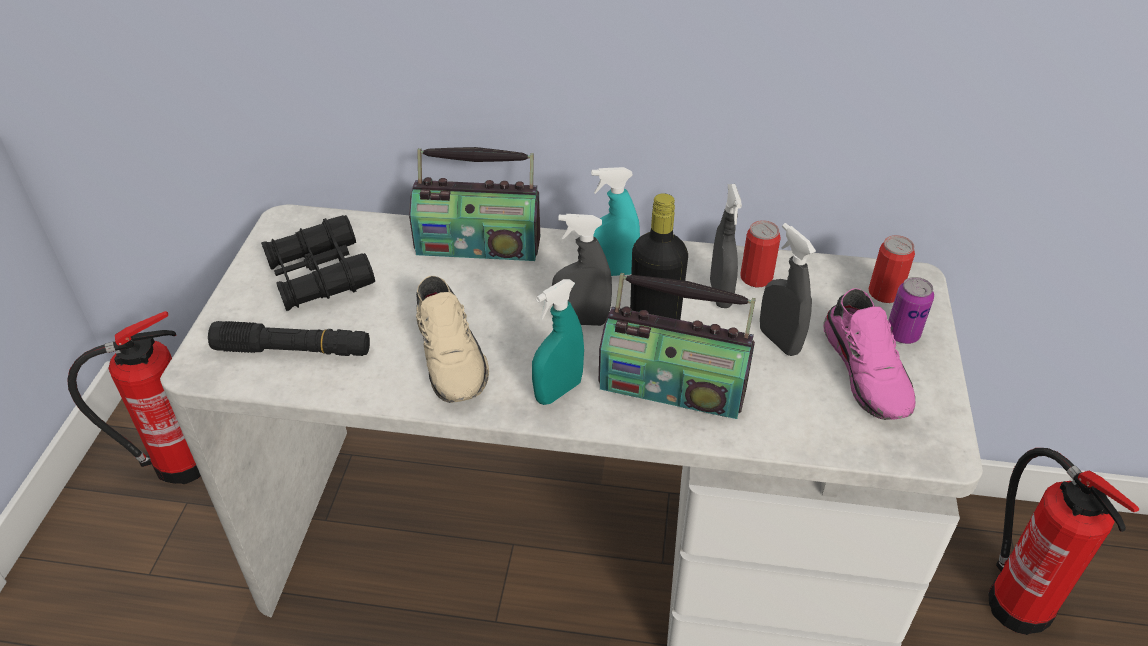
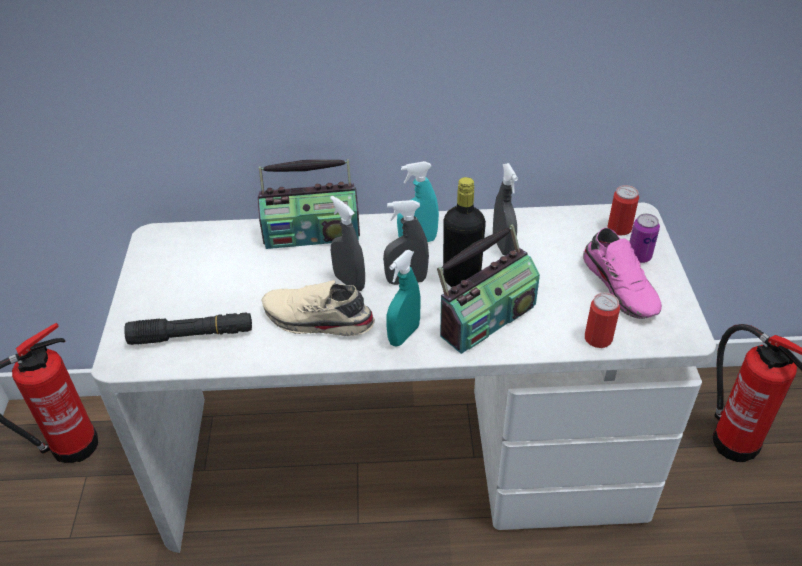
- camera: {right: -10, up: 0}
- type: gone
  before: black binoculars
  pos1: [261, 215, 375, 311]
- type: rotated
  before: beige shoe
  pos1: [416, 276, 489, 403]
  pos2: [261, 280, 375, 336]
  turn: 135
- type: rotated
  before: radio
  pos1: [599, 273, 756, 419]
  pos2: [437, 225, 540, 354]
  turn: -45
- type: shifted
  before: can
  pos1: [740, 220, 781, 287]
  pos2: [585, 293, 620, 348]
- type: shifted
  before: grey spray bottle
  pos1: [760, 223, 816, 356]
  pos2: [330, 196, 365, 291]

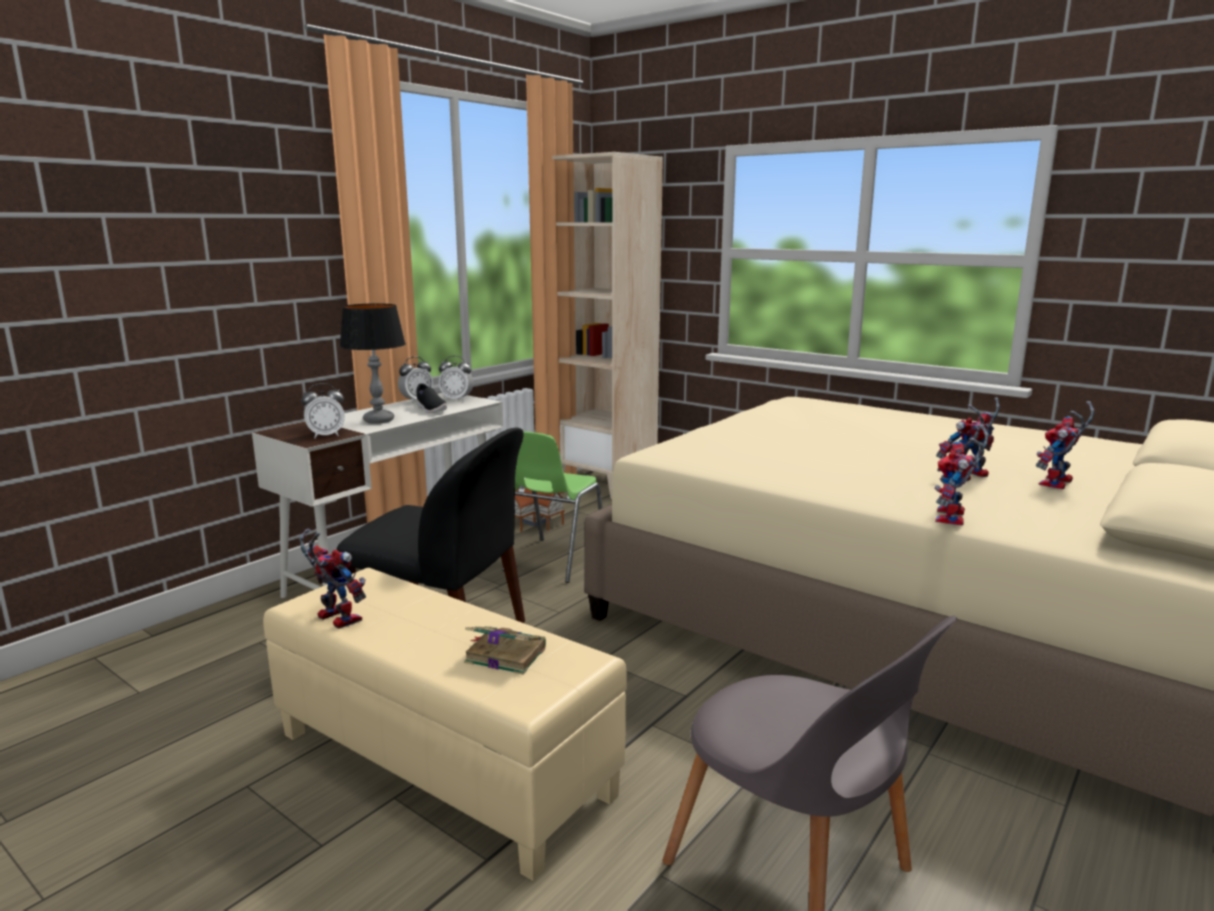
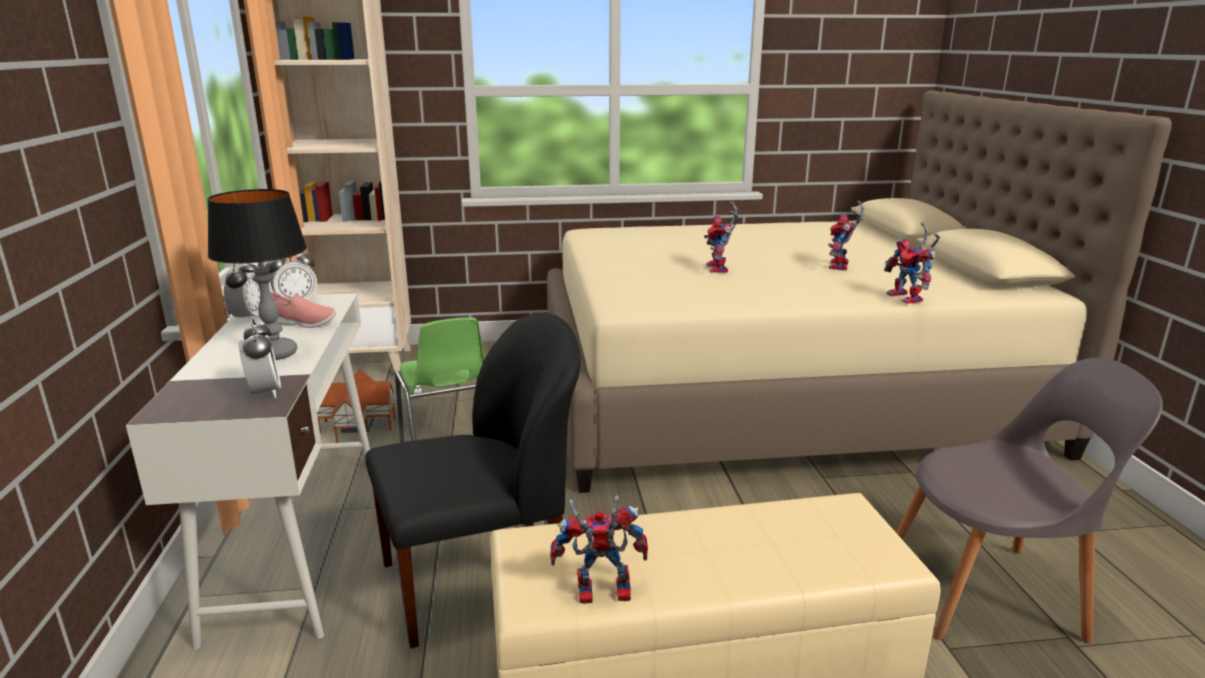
- camera: {right: -45, up: 5}
- type: rotated
  before: alarm clock
  pos1: [301, 383, 345, 439]
  pos2: [239, 318, 281, 398]
  turn: -45
- type: repainted
  before: black shoe
  after: pink shoe
  pos1: [416, 383, 447, 413]
  pos2: [270, 292, 336, 328]
- type: gone
  before: book
  pos1: [464, 626, 546, 675]
- type: shifted
  before: toy robot
  pos1: [1036, 401, 1095, 489]
  pos2: [704, 202, 738, 273]

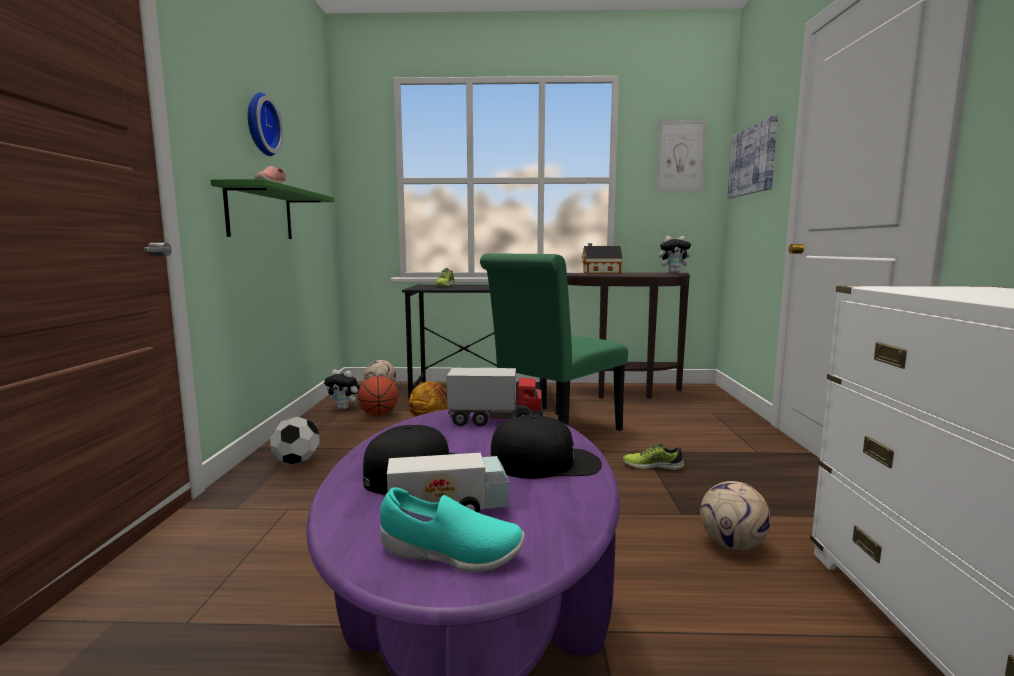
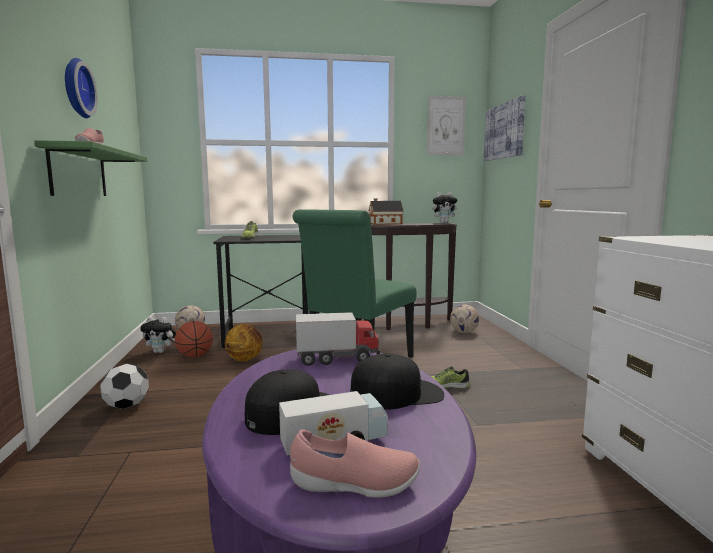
- camera: {right: -10, up: 0}
- type: repainted
  before: turquoise shoe
  after: pink shoe
  pos1: [380, 487, 525, 572]
  pos2: [290, 430, 420, 498]
- type: shifted
  before: football
  pos1: [700, 481, 771, 550]
  pos2: [450, 305, 479, 333]

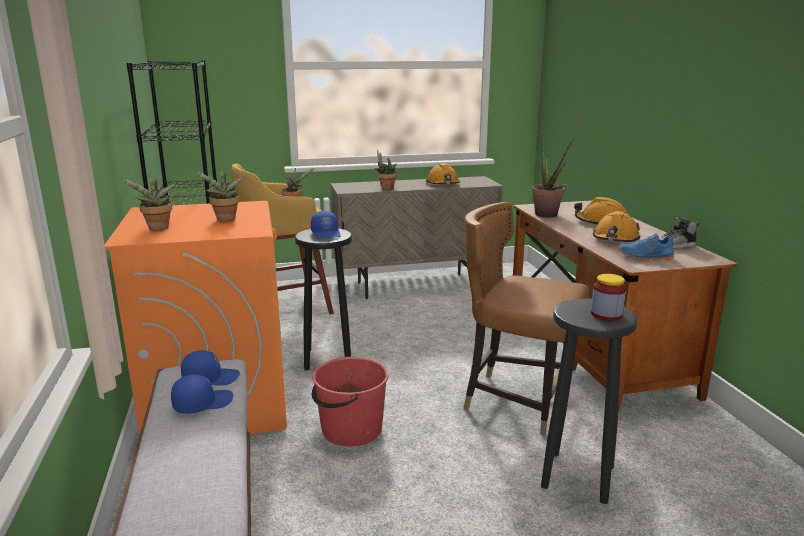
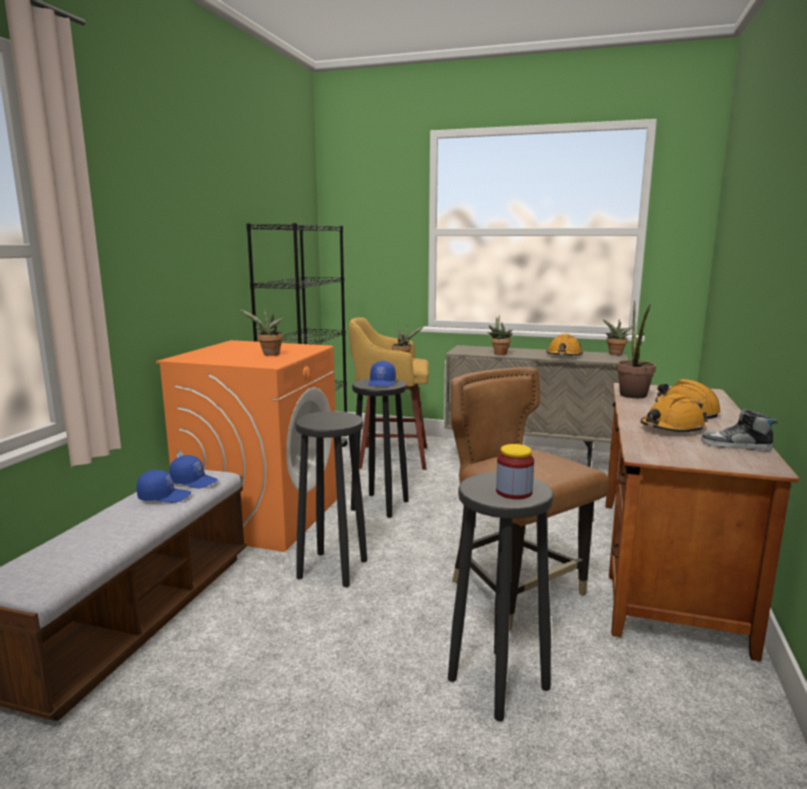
- camera: {right: 30, up: -5}
- type: shifted
  before: potted plant
  pos1: [121, 175, 176, 230]
  pos2: [603, 319, 632, 355]
- type: swapped
  before: red bucket
  after: black stool
  pos1: [312, 357, 388, 447]
  pos2: [295, 411, 367, 587]
- type: gone
  before: blue shoe
  pos1: [619, 233, 676, 261]

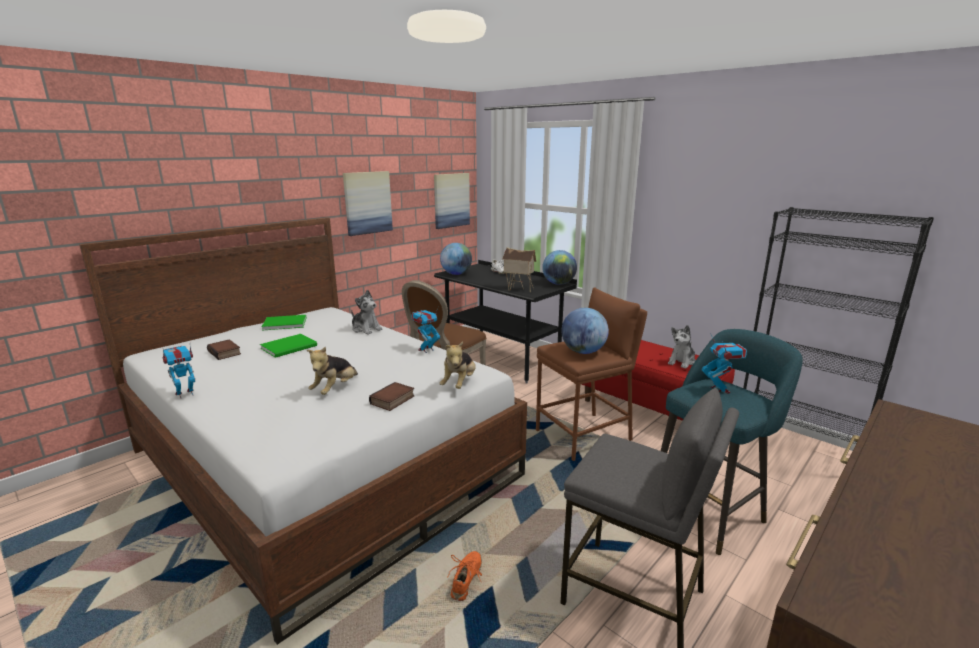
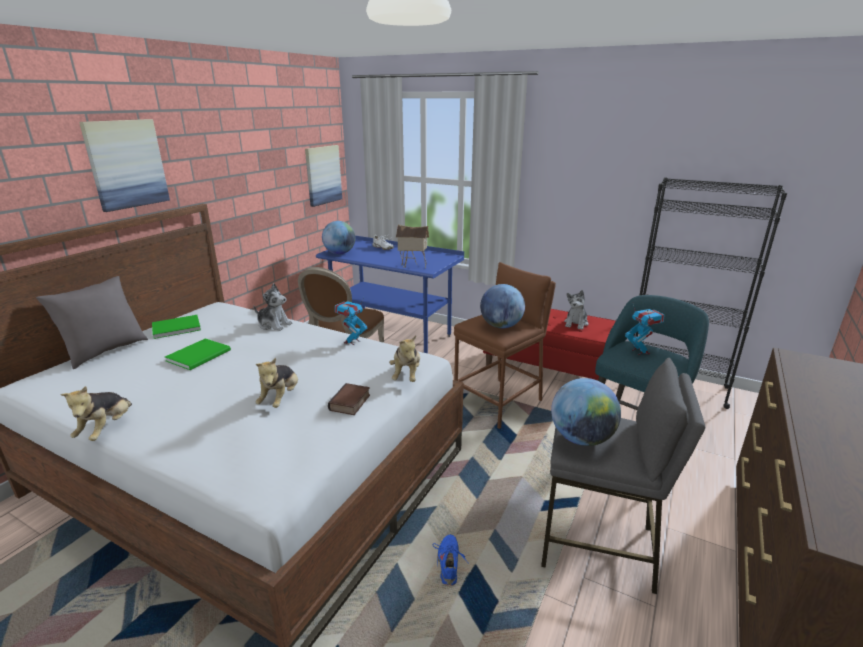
- camera: {right: -15, up: 5}
- type: swapped
  before: toy robot
  after: plush toy
  pos1: [163, 346, 195, 398]
  pos2: [61, 386, 132, 441]
- type: gone
  before: book
  pos1: [207, 339, 241, 360]
- type: shifted
  before: picture
  pos1: [343, 171, 393, 236]
  pos2: [79, 119, 170, 212]
- type: repainted
  before: black desk
  after: blue desk
  pos1: [434, 260, 577, 384]
  pos2: [316, 236, 464, 353]
- type: repainted
  before: orange shoe
  after: blue shoe
  pos1: [447, 551, 482, 601]
  pos2: [432, 534, 469, 586]
- type: shifted
  before: globe
  pos1: [542, 250, 577, 285]
  pos2: [551, 378, 621, 446]
- type: new
  after: grey pillow
  pos2: [36, 276, 148, 369]

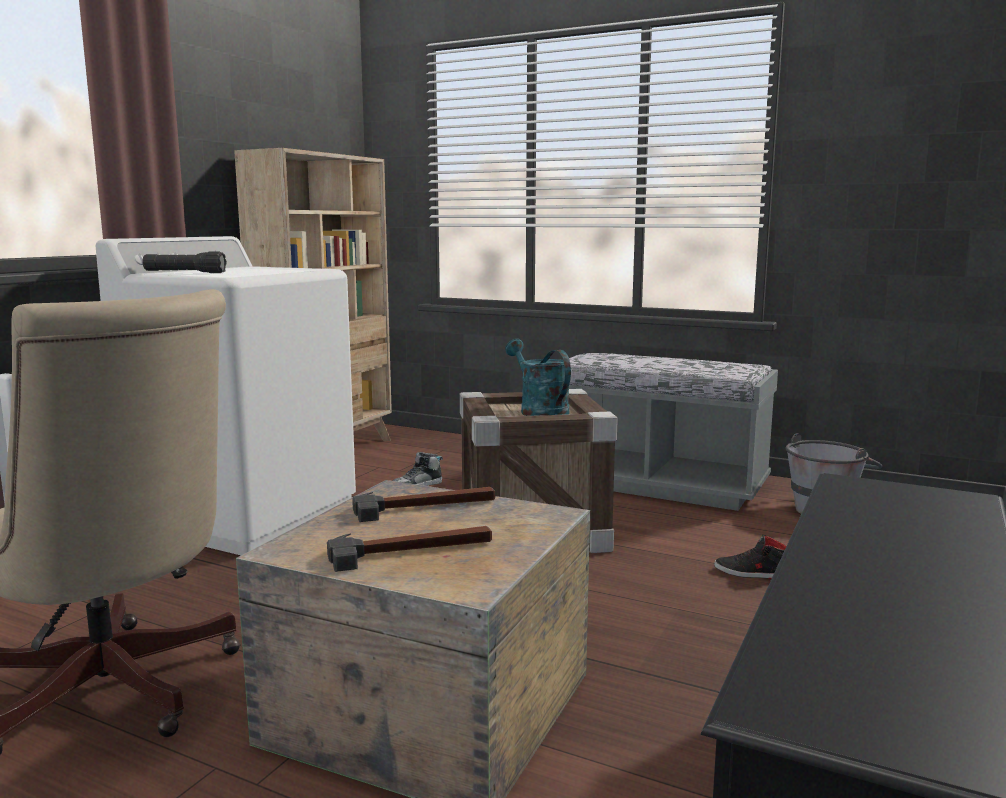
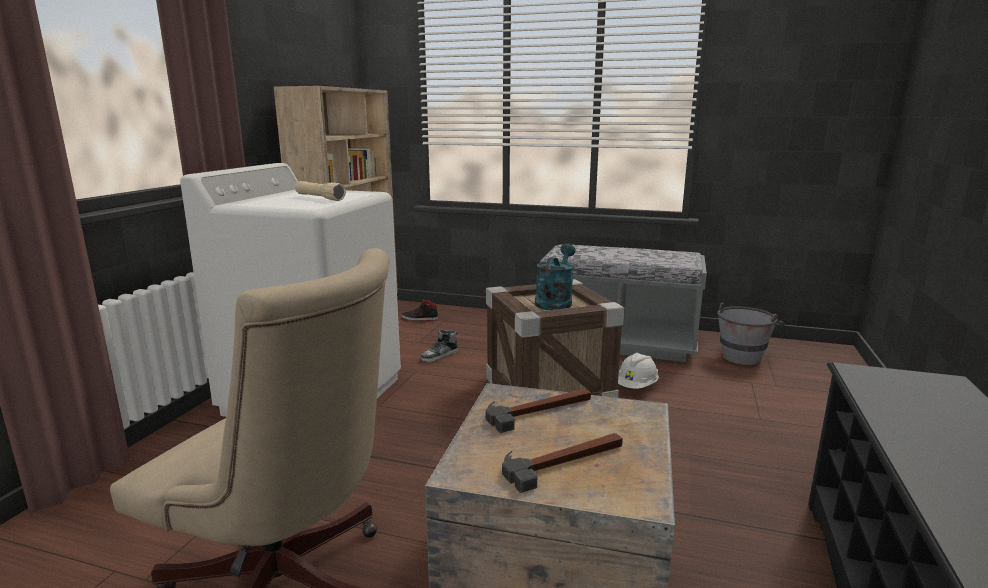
- camera: {right: -10, up: 5}
- type: gone
  before: black flashlight
  pos1: [143, 252, 227, 273]
- type: rotated
  before: turquoise watering can
  pos1: [505, 339, 571, 416]
  pos2: [535, 244, 576, 310]
  turn: 60
- type: shifted
  before: black shoe
  pos1: [714, 534, 786, 579]
  pos2: [402, 299, 438, 321]
- type: new
  after: beige flashlight
  pos2: [295, 181, 346, 201]
- type: new
  after: white hard hat
  pos2: [618, 353, 659, 389]

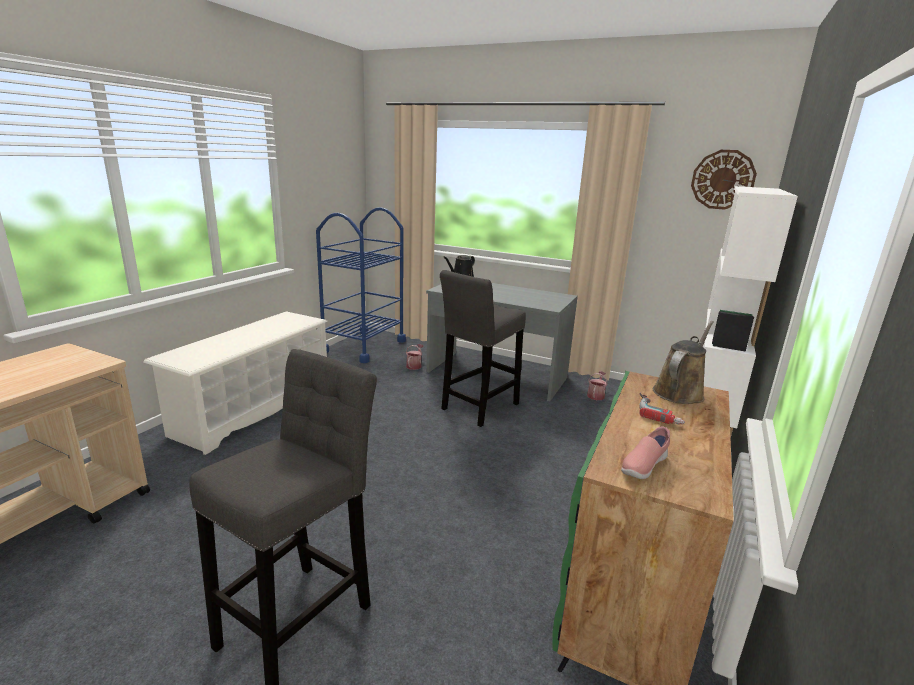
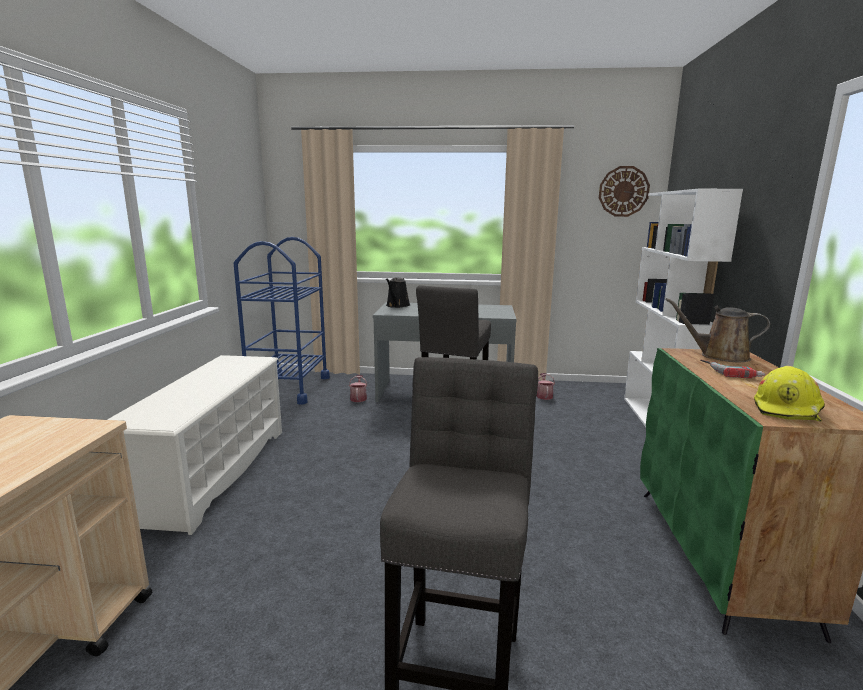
- camera: {right: -20, up: -5}
- type: swapped
  before: pink shoe
  after: yellow hard hat
  pos1: [621, 426, 670, 479]
  pos2: [754, 366, 824, 421]
- type: rotated
  before: brown watering can
  pos1: [653, 321, 714, 404]
  pos2: [665, 298, 770, 362]
  turn: -90

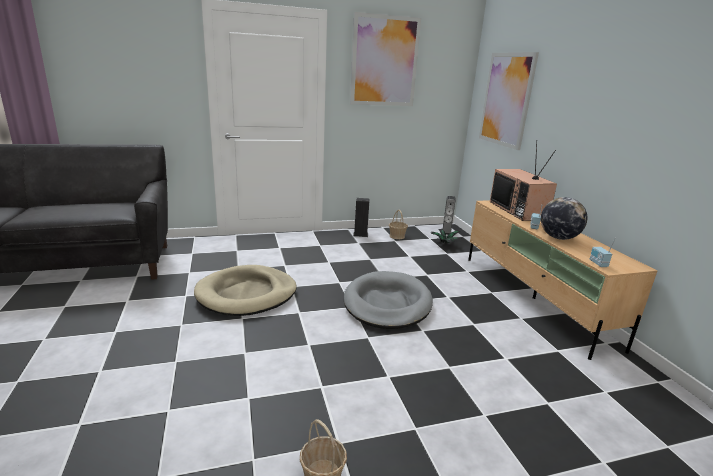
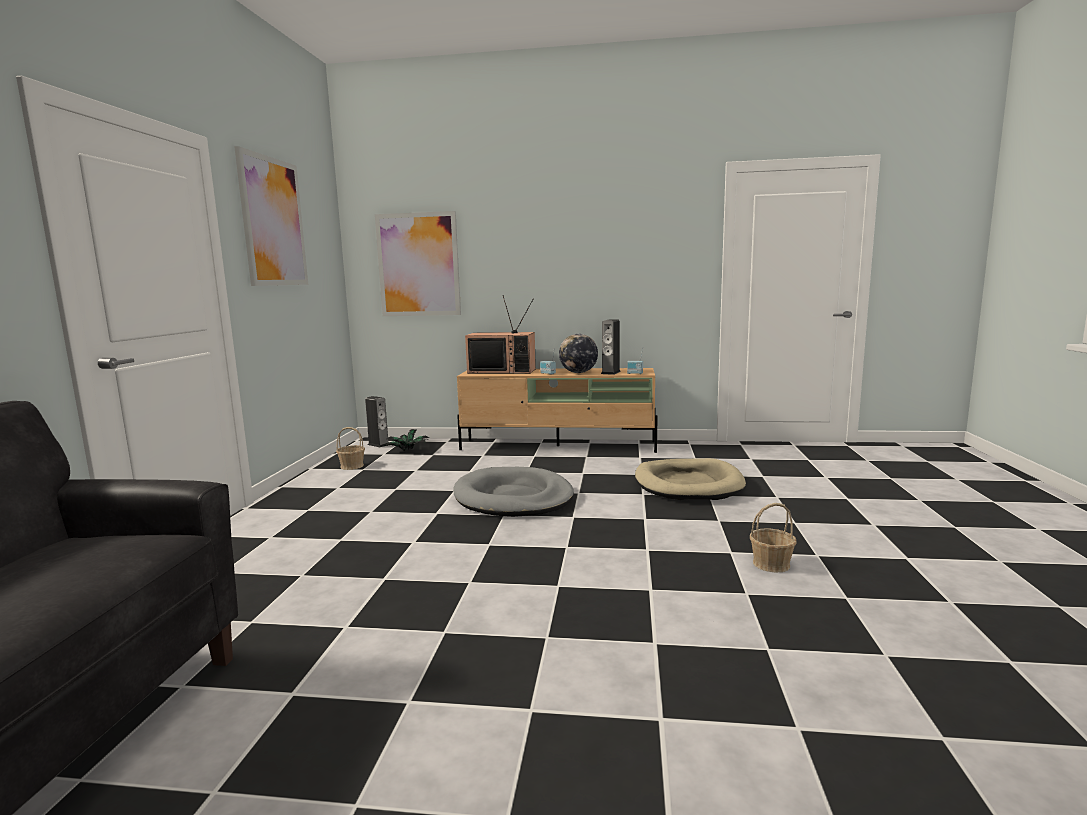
- camera: {right: -65, up: -10}
- type: shifted
  before: beige dog bed
  pos1: [194, 265, 297, 316]
  pos2: [635, 458, 746, 500]
- type: shifted
  before: speaker
  pos1: [353, 198, 370, 237]
  pos2: [601, 319, 621, 375]

